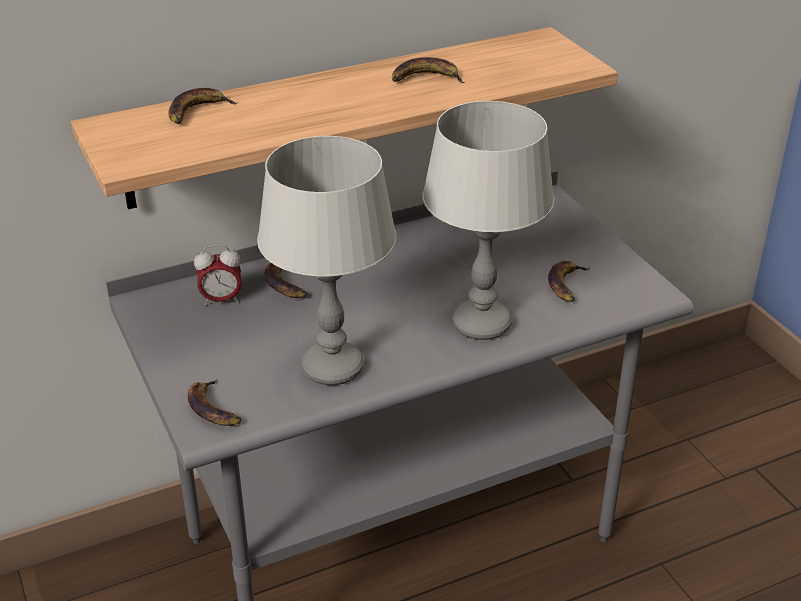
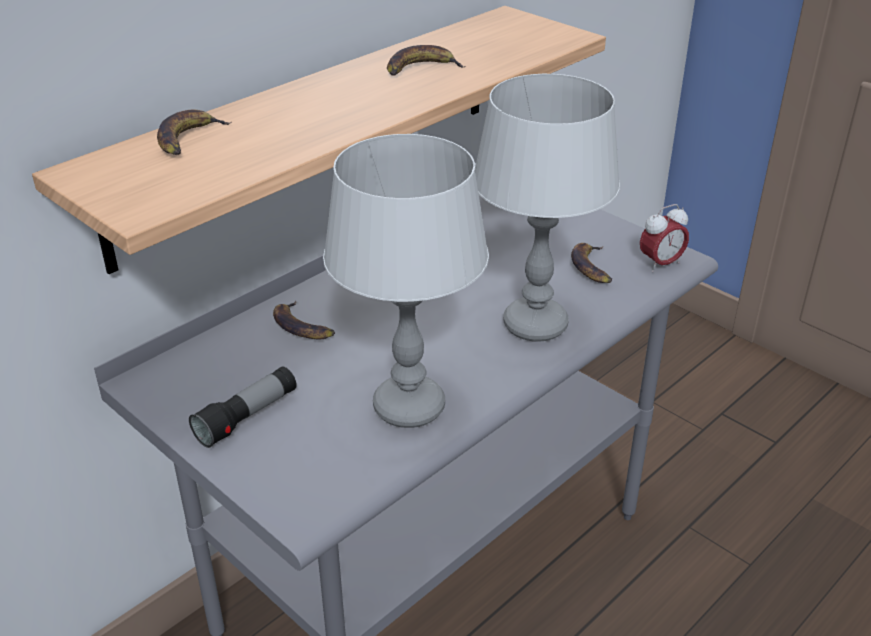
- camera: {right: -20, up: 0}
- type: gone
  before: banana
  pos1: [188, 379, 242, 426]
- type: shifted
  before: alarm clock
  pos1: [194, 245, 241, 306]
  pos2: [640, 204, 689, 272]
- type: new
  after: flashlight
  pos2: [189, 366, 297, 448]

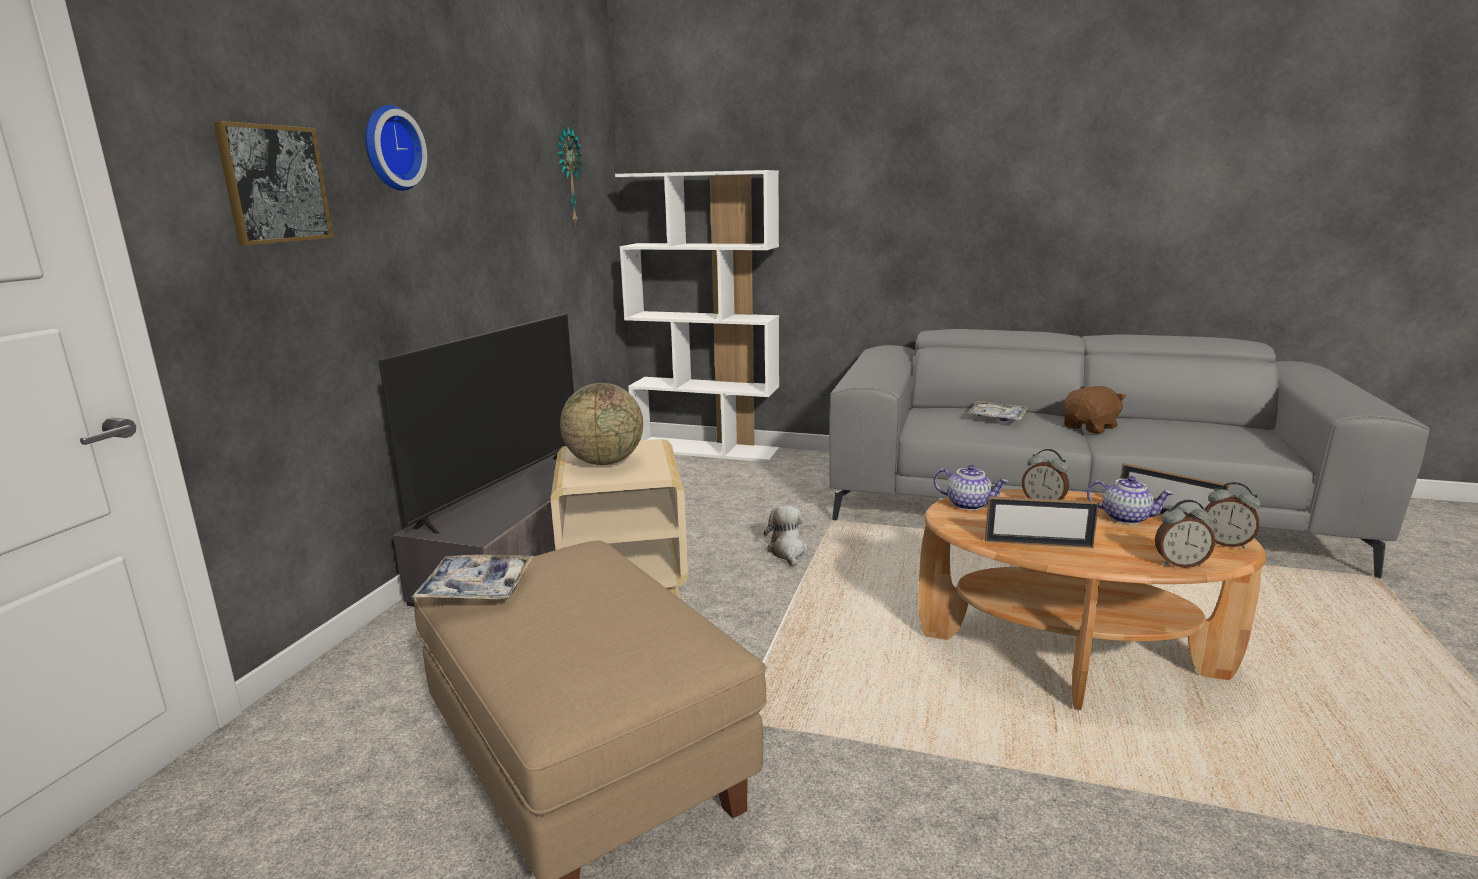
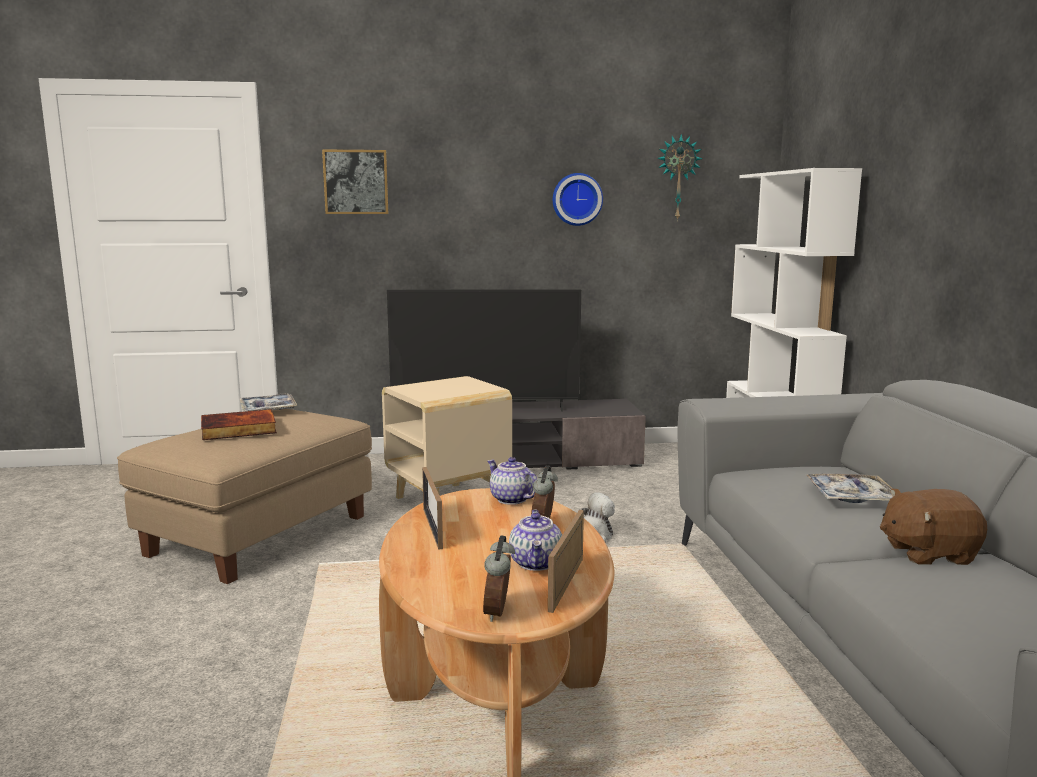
- camera: {right: 65, up: -5}
- type: shifted
  before: wall clock
  pos1: [365, 105, 427, 191]
  pos2: [553, 173, 603, 226]
- type: gone
  before: globe
  pos1: [560, 383, 643, 465]
- type: rotated
  before: teapot
  pos1: [934, 465, 1009, 511]
  pos2: [488, 457, 537, 505]
  turn: 135
- type: rotated
  before: brown plush toy
  pos1: [1063, 386, 1127, 434]
  pos2: [880, 488, 987, 565]
  turn: 150
- type: gone
  before: alarm clock
  pos1: [1155, 500, 1215, 568]
- type: new
  after: book
  pos2: [201, 409, 277, 440]

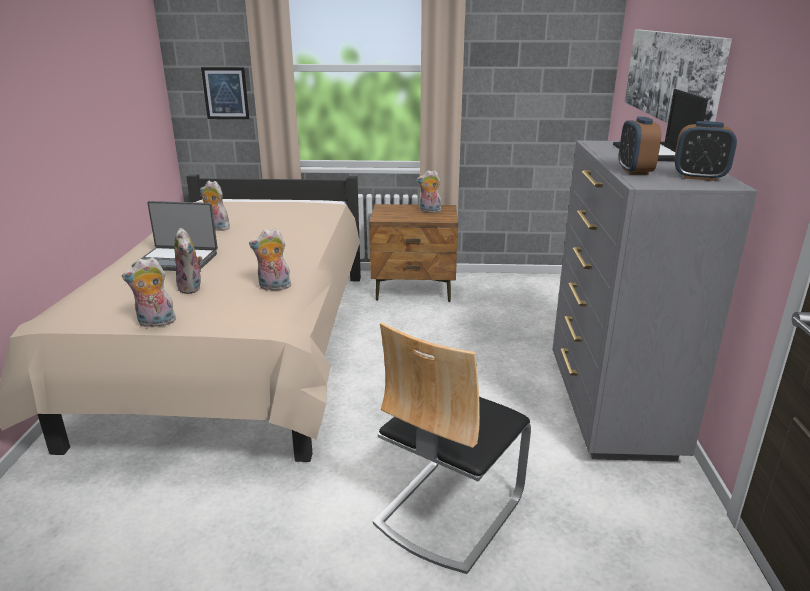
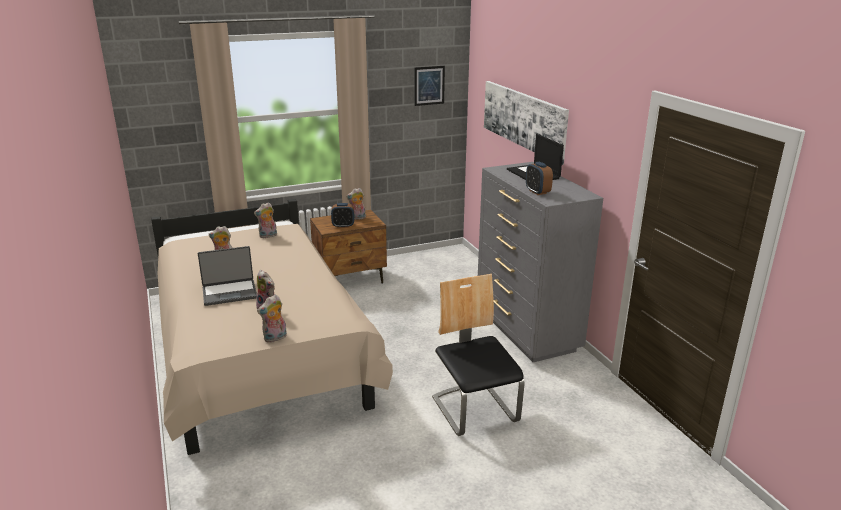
- camera: {right: -25, up: 0}
- type: shifted
  before: picture
  pos1: [201, 67, 249, 119]
  pos2: [414, 66, 445, 106]
- type: shifted
  before: plush toy
  pos1: [249, 229, 291, 292]
  pos2: [254, 202, 277, 238]
- type: rotated
  before: chair
  pos1: [373, 322, 531, 574]
  pos2: [432, 274, 524, 436]
  turn: 150
- type: shifted
  before: alarm clock
  pos1: [675, 121, 737, 181]
  pos2: [331, 203, 354, 228]

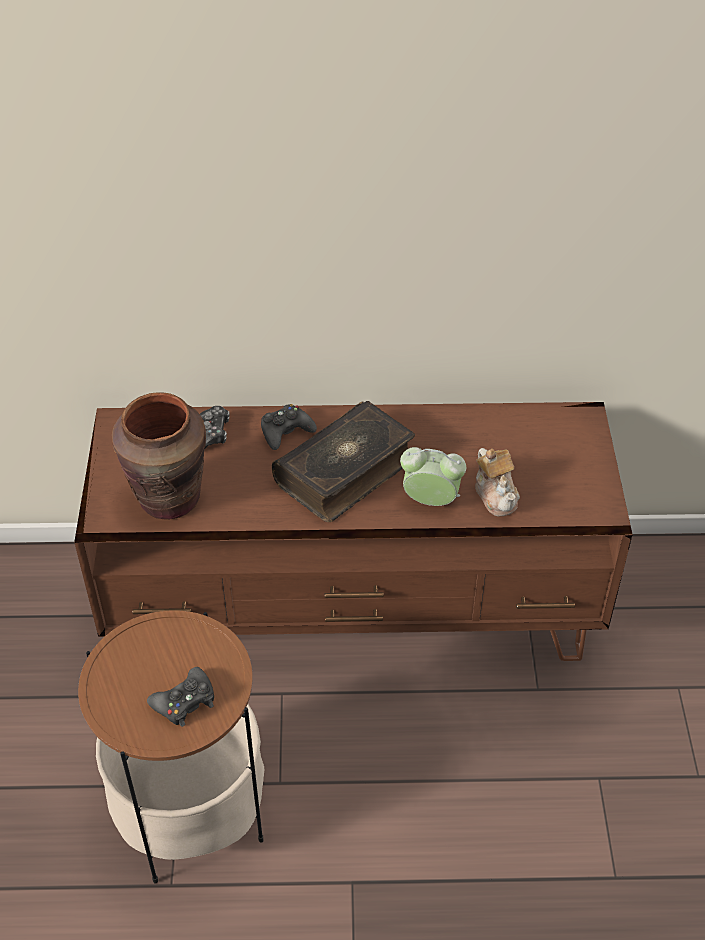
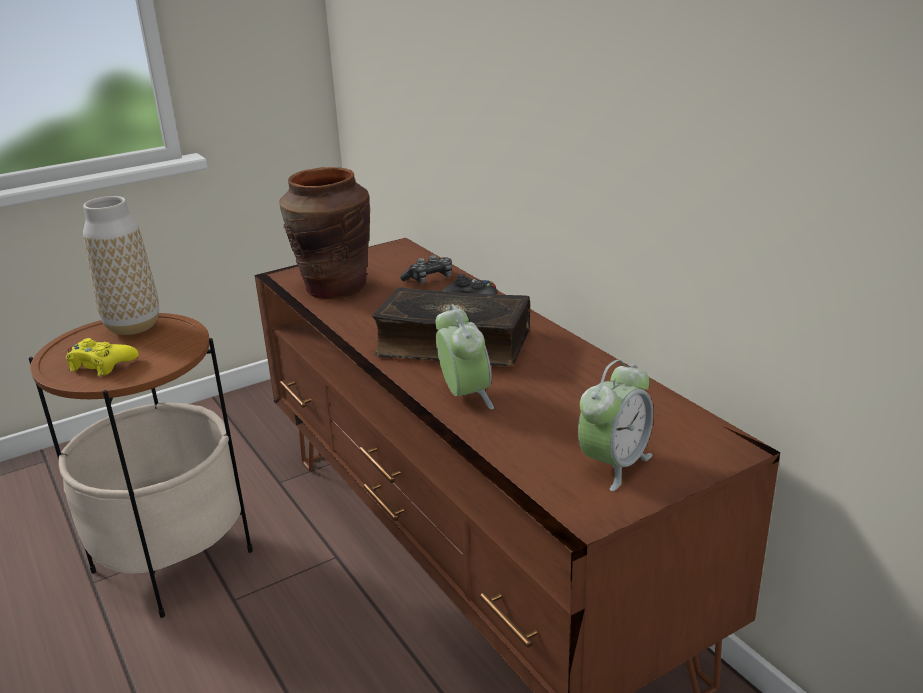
- camera: {right: 60, up: -20}
- type: repainted
  before: black game controller
  after: yellow game controller
  pos1: [147, 667, 214, 727]
  pos2: [66, 338, 139, 376]
- type: gone
  before: teapot
  pos1: [475, 448, 520, 516]
- type: new
  after: vase
  pos2: [83, 196, 159, 335]
- type: new
  after: alarm clock
  pos2: [578, 360, 653, 491]

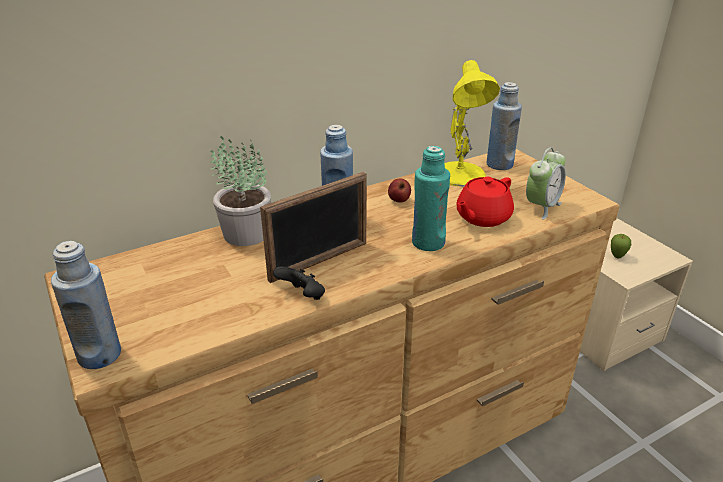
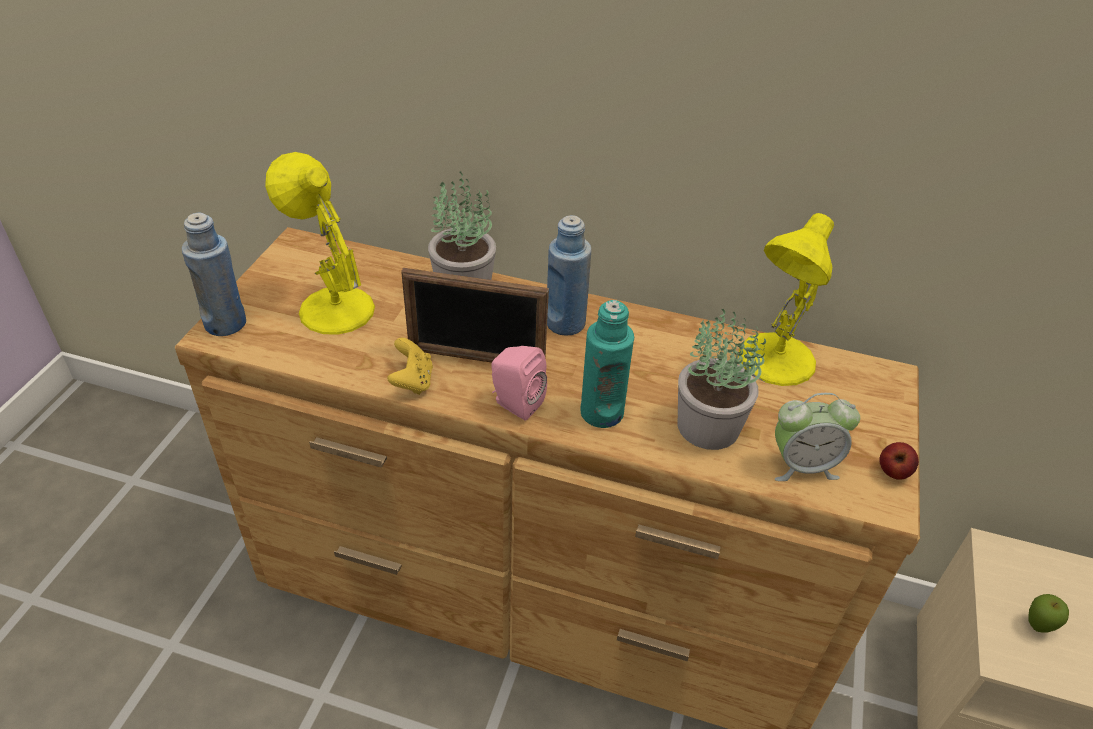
- camera: {right: 45, up: 10}
- type: repainted
  before: black game controller
  after: yellow game controller
  pos1: [273, 266, 325, 300]
  pos2: [387, 338, 433, 395]
- type: shifted
  before: apple
  pos1: [388, 178, 411, 203]
  pos2: [879, 442, 919, 480]
- type: swapped
  before: red teapot
  after: potted plant
  pos1: [457, 177, 514, 227]
  pos2: [677, 309, 766, 450]
- type: gone
  before: blue bottle
  pos1: [487, 82, 522, 170]
- type: new
  after: yellow table lamp
  pos2: [265, 152, 375, 335]
- type: new
  after: pink speaker
  pos2: [491, 346, 547, 421]

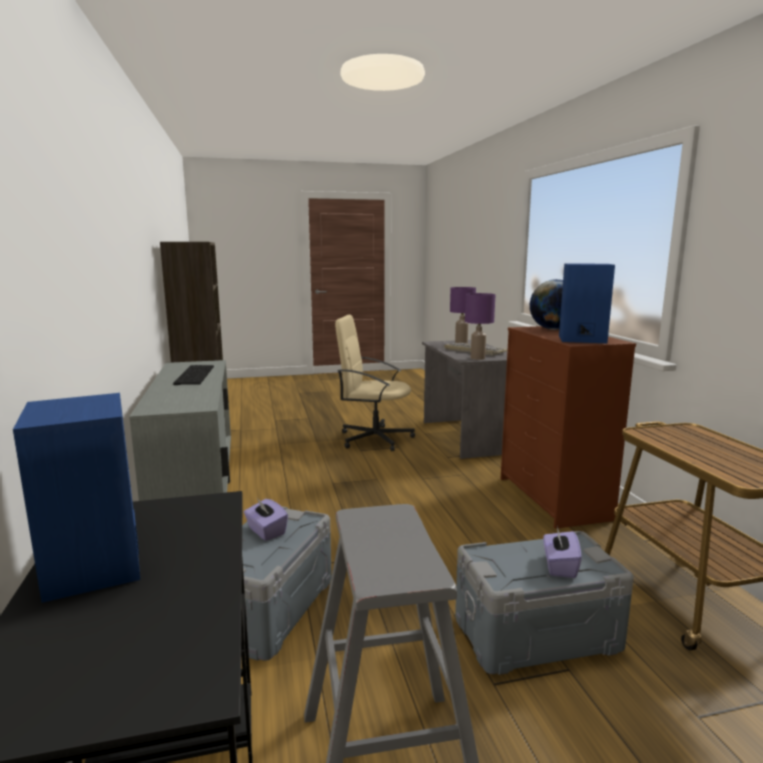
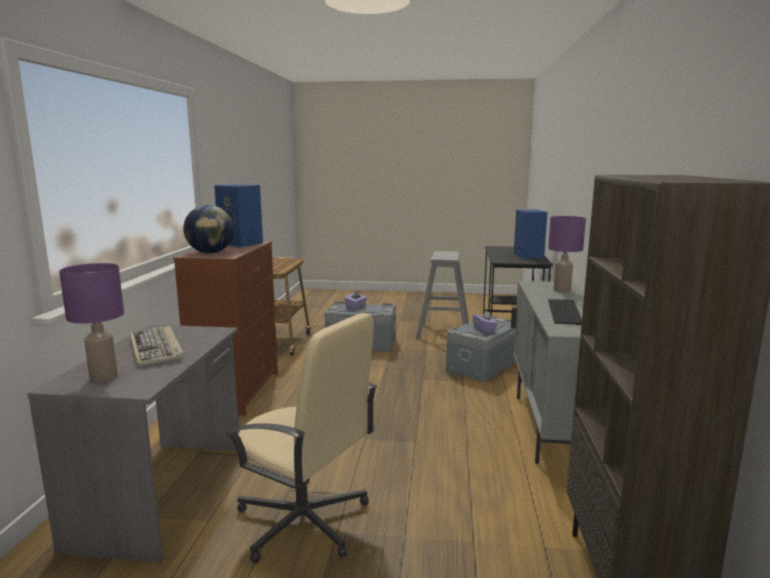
- camera: {right: -160, up: 0}
- type: shifted
  before: purple table lamp
  pos1: [465, 293, 495, 360]
  pos2: [548, 216, 586, 293]

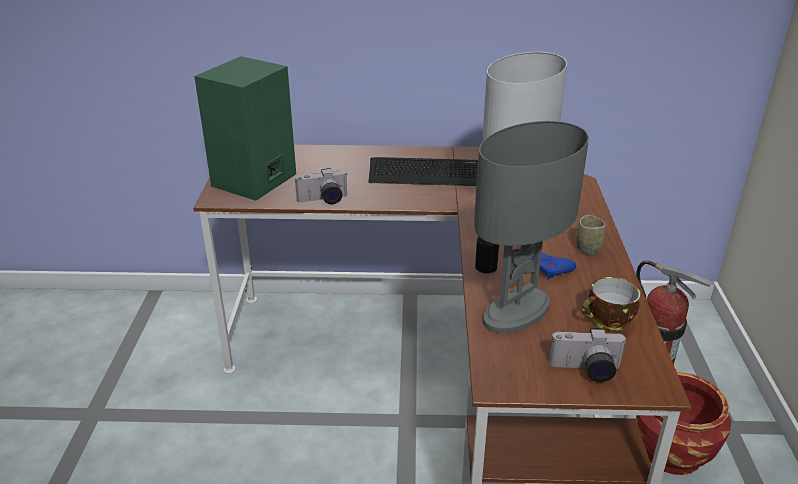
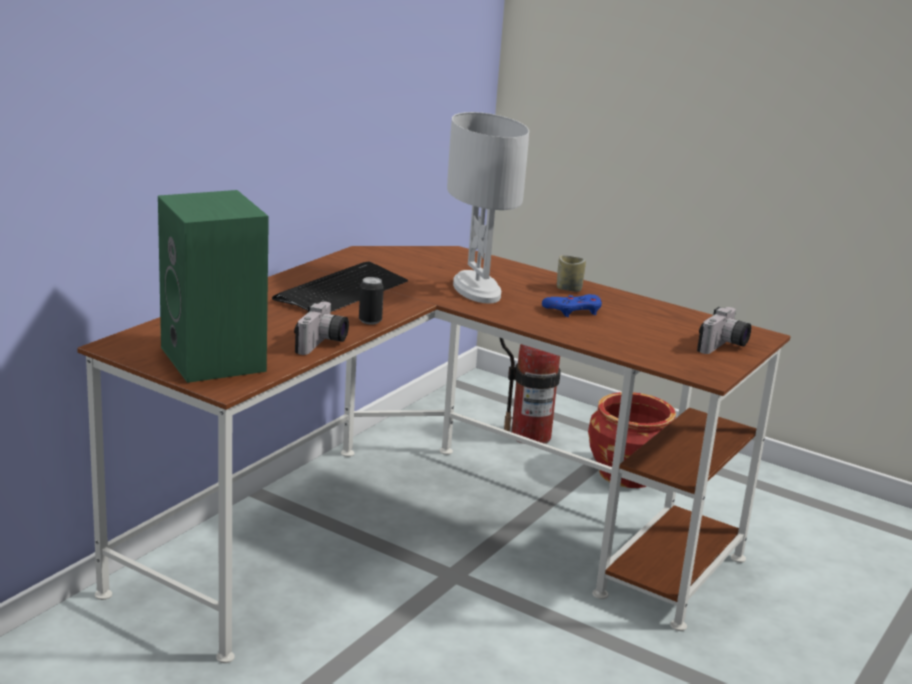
- camera: {right: -60, up: -10}
- type: gone
  before: grey table lamp
  pos1: [474, 121, 589, 333]
- type: shifted
  before: can
  pos1: [475, 236, 499, 274]
  pos2: [359, 277, 384, 325]
- type: gone
  before: cup
  pos1: [582, 277, 640, 331]

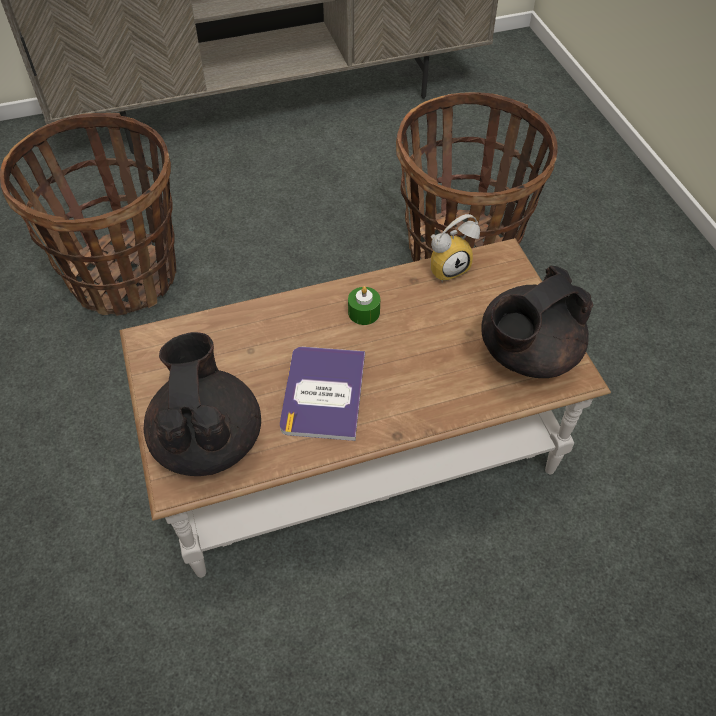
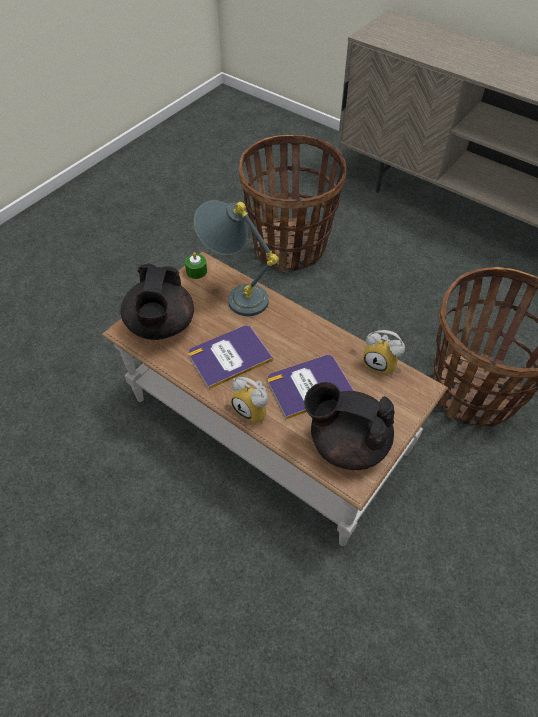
- camera: {right: 55, up: 0}
- type: rotated
  before: black teapot
  pos1: [144, 332, 261, 476]
  pos2: [121, 264, 194, 340]
  turn: 135
- type: shifted
  before: green candle
  pos1: [348, 286, 380, 325]
  pos2: [185, 252, 207, 279]
- type: new
  after: grey table lamp
  pos2: [194, 200, 279, 316]
- type: new
  after: alarm clock
  pos2: [231, 377, 268, 423]
- type: new
  after: book
  pos2: [267, 355, 354, 419]

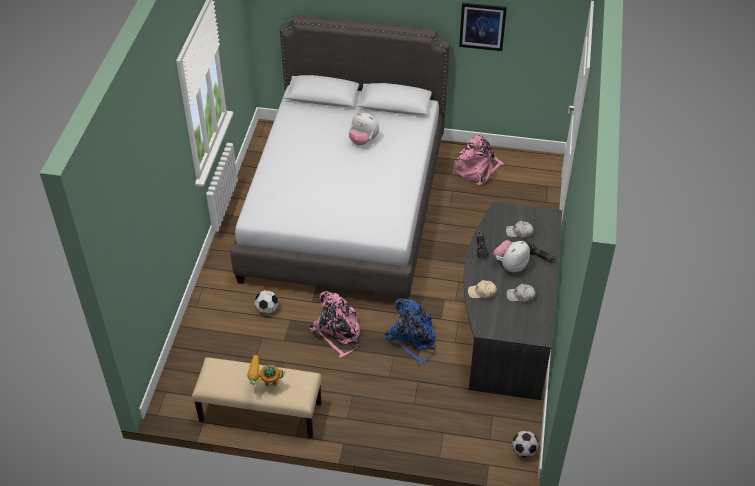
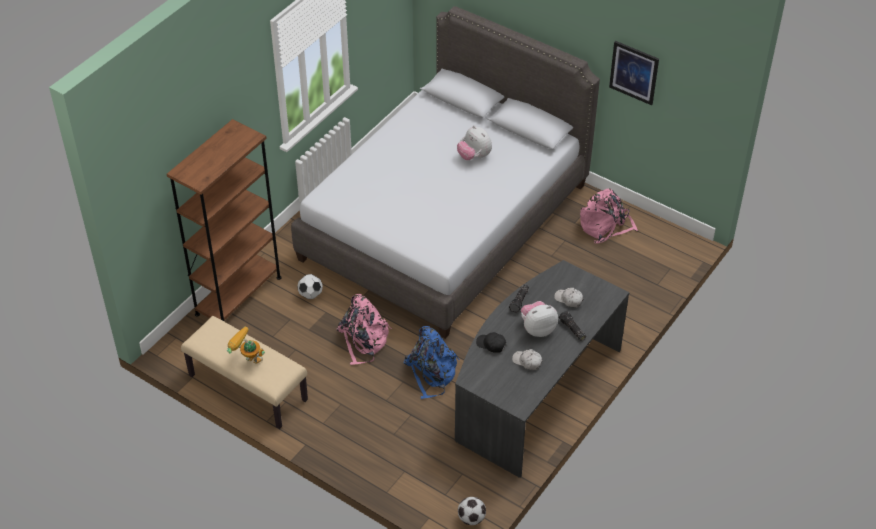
- camera: {right: 25, up: 0}
- type: repainted
  before: beige cap
  after: black cap
  pos1: [468, 280, 497, 298]
  pos2: [476, 332, 506, 353]
- type: new
  after: brown bookcase
  pos2: [167, 119, 281, 321]

